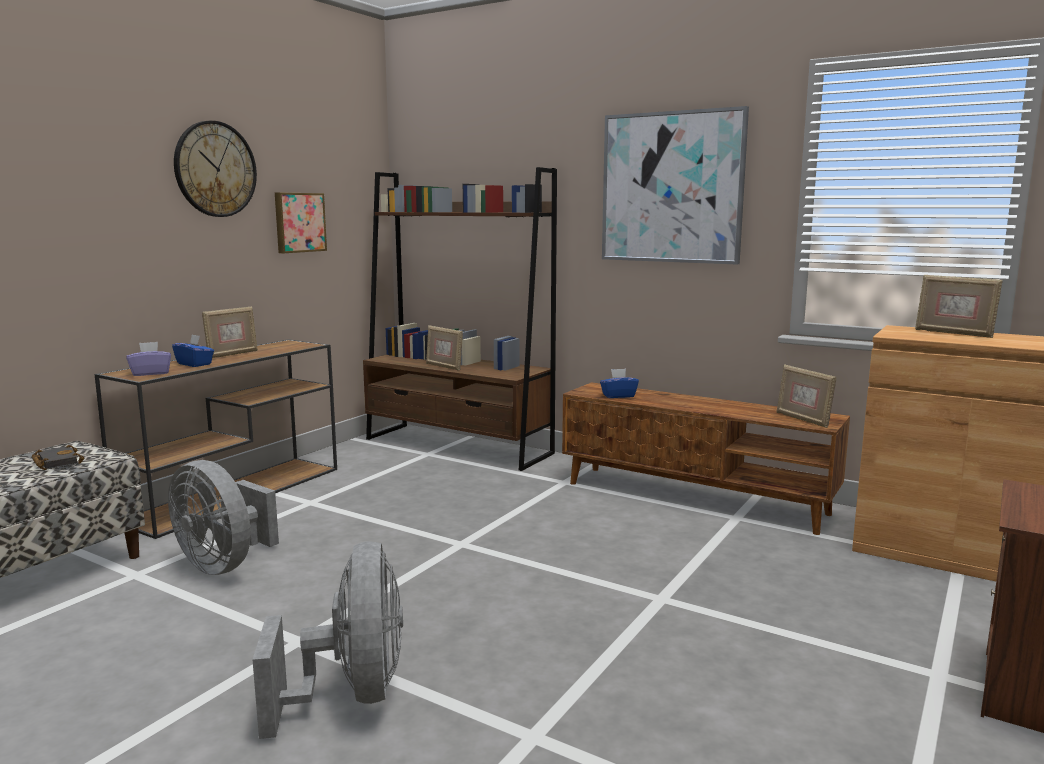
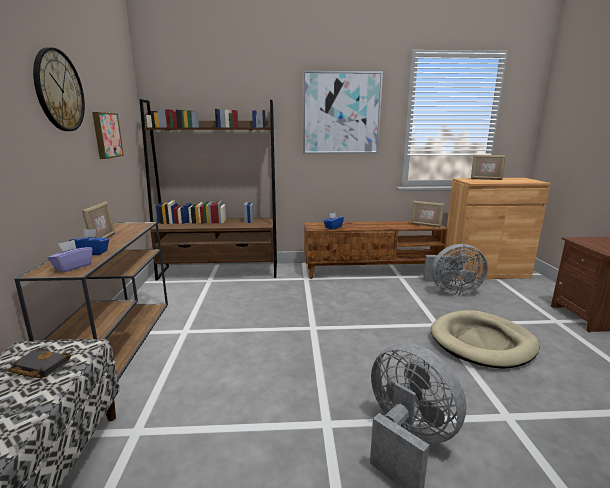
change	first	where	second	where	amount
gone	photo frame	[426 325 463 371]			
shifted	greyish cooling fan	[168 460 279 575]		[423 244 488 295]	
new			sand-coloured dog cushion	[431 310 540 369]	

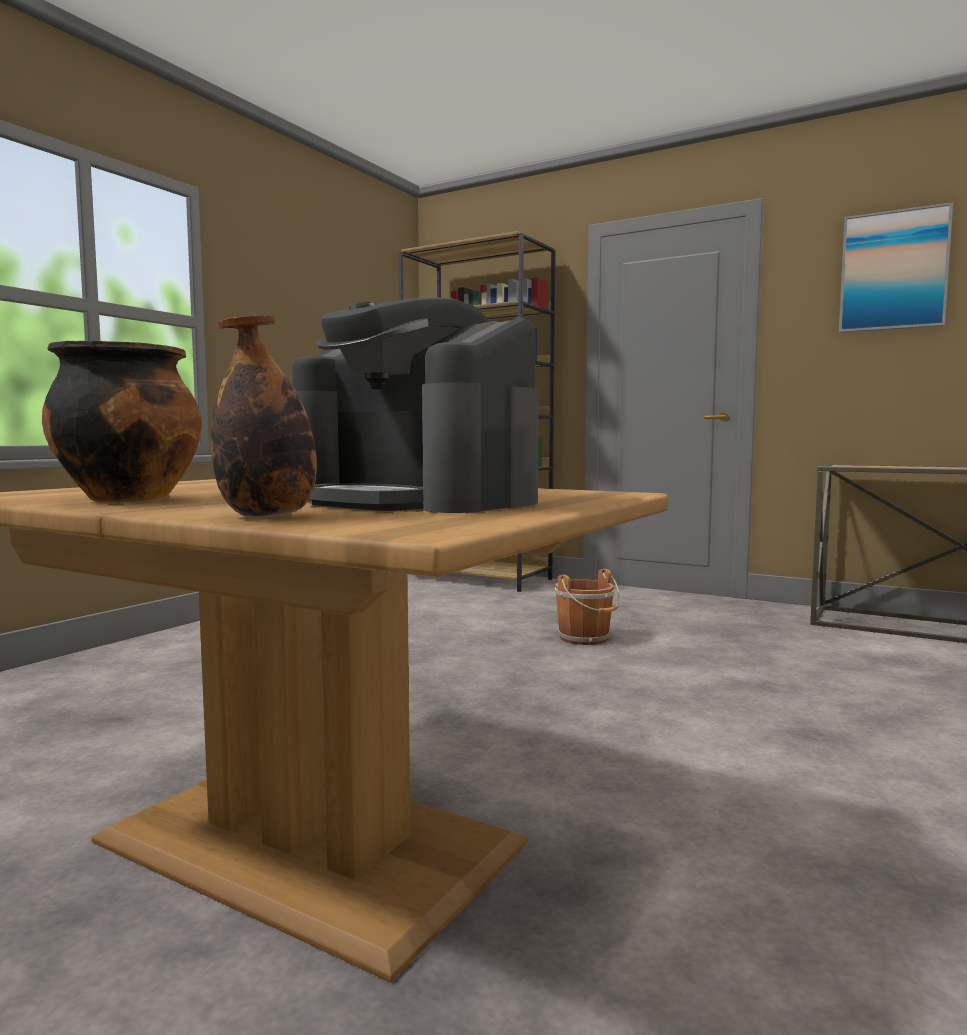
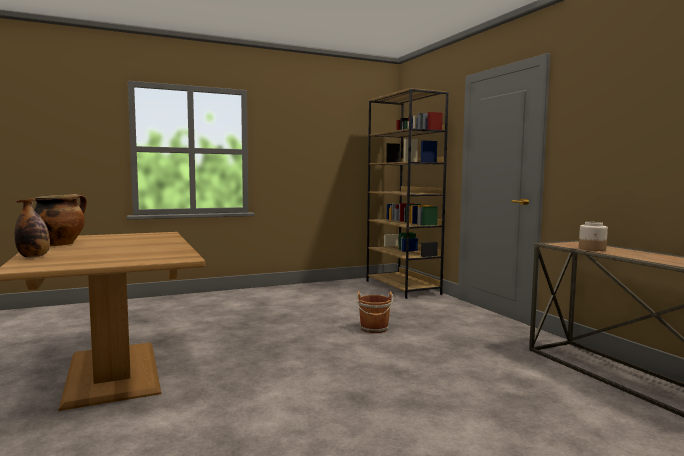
change	first	where	second	where	amount
gone	picture	[839 202 953 333]			
gone	coffee brewer	[292 297 539 513]			
new			preserve jar	[579 222 608 251]	

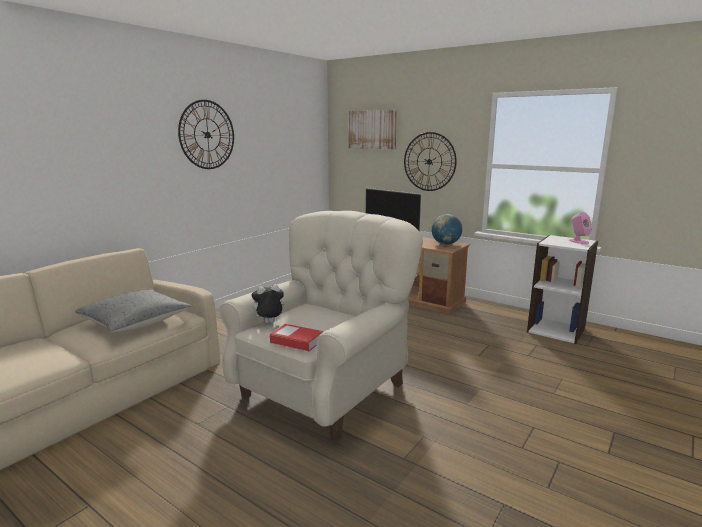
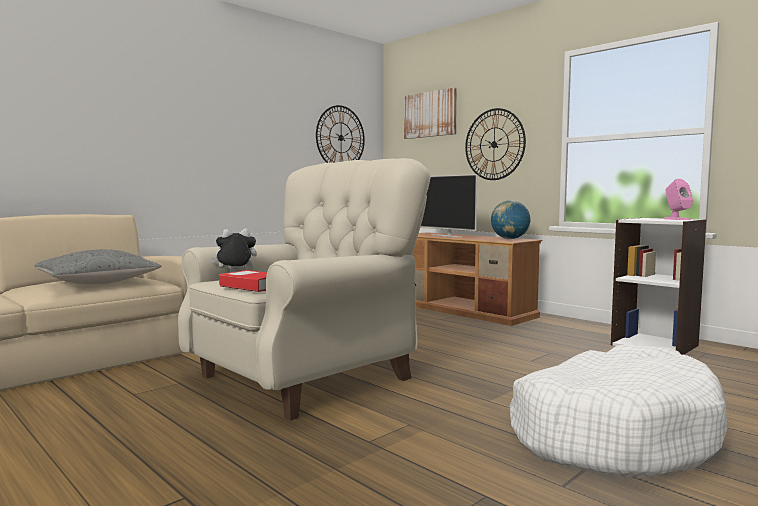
change	first	where	second	where	amount
shifted	hanging clock	[178 100 234 169]		[316 105 365 163]	
new			white-coloured dog cushion	[510 345 728 478]	

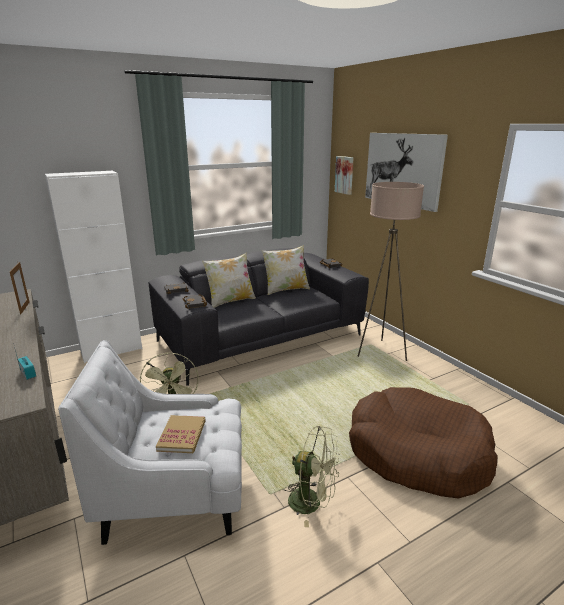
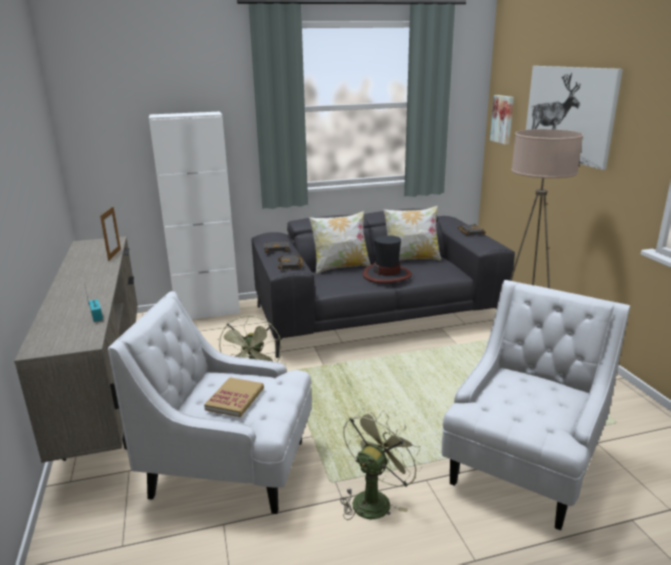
change	first	where	second	where	amount
swapped	brown dog cushion	[349 387 498 499]	white-coloured easy chair	[442 280 630 530]	
rotated	green cooling fan	[283 426 340 527]		[340 408 422 520]	90 degrees counterclockwise
new			clothing hat	[363 235 412 283]	

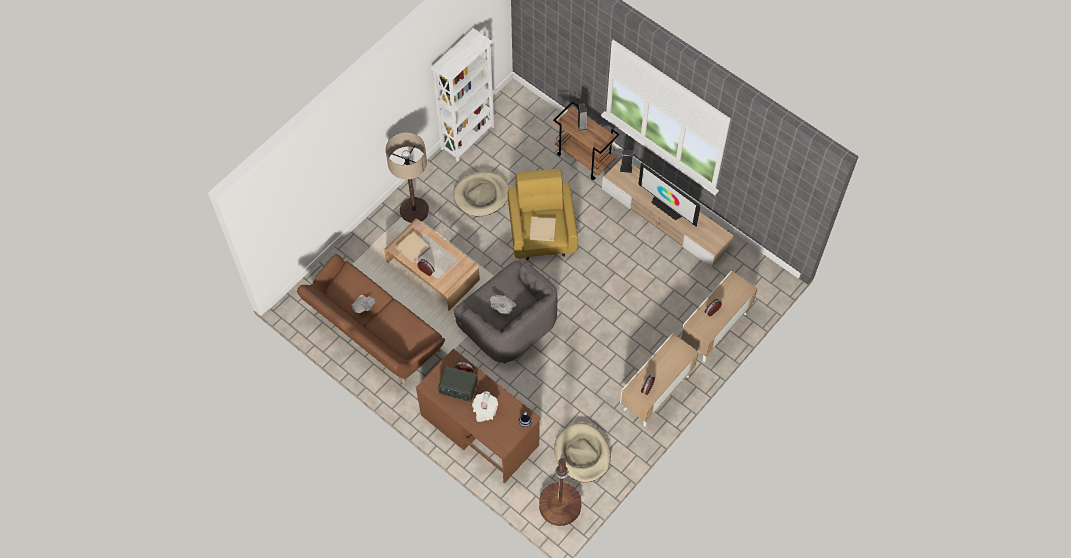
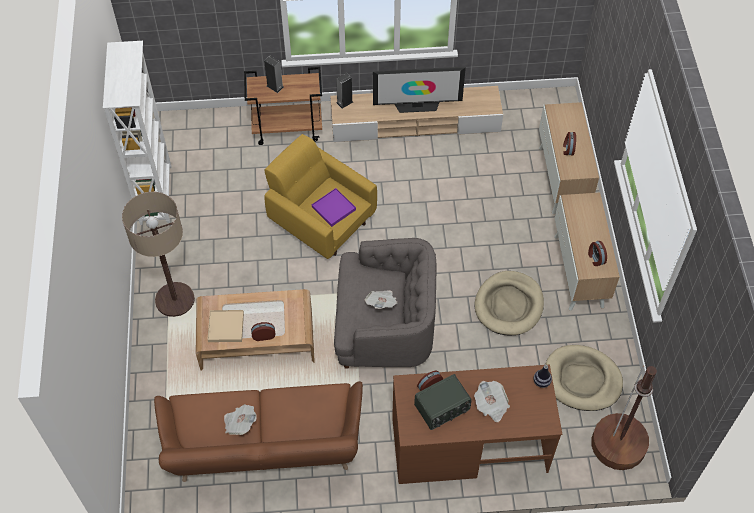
change	first	where	second	where	amount
shifted	sand-coloured dog cushion	[453 171 509 216]		[475 271 544 336]	
repainted	sand-coloured serving tray	[529 217 556 241]	purple-coloured serving tray	[312 188 356 227]	

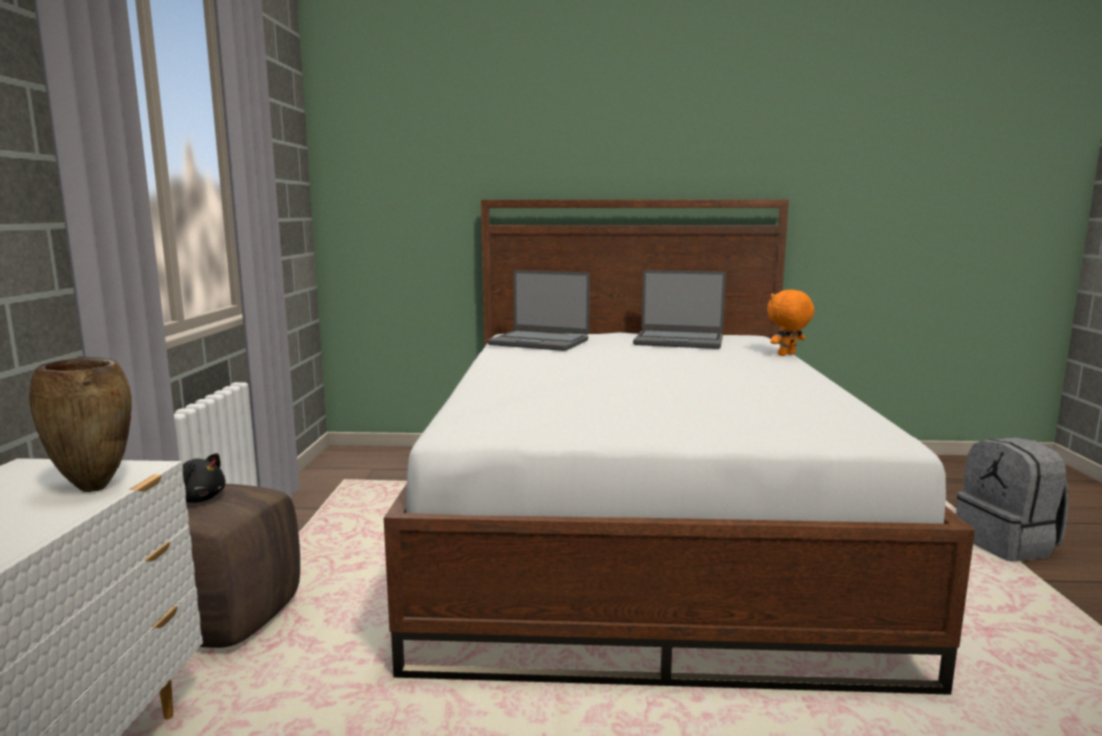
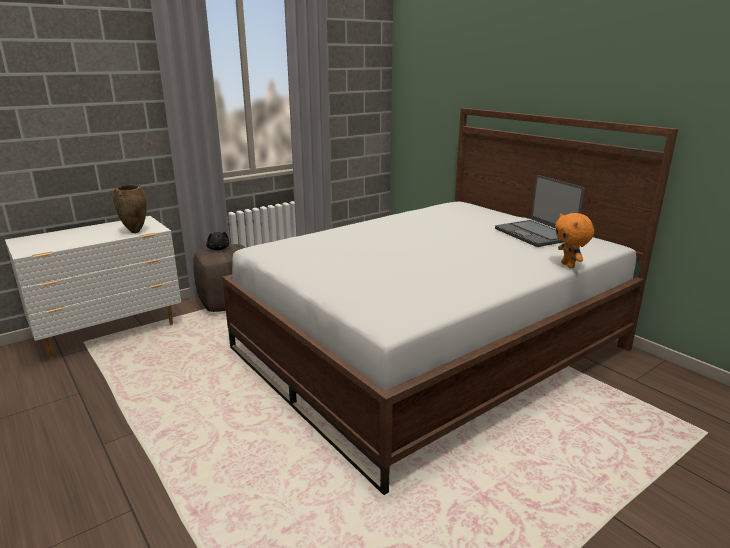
change	first	where	second	where	amount
gone	notebook computer	[487 270 590 351]			
rotated	orangey soft toy	[767 290 814 356]		[555 213 594 268]	120 degrees counterclockwise
gone	greyish rucksack	[956 437 1068 562]			

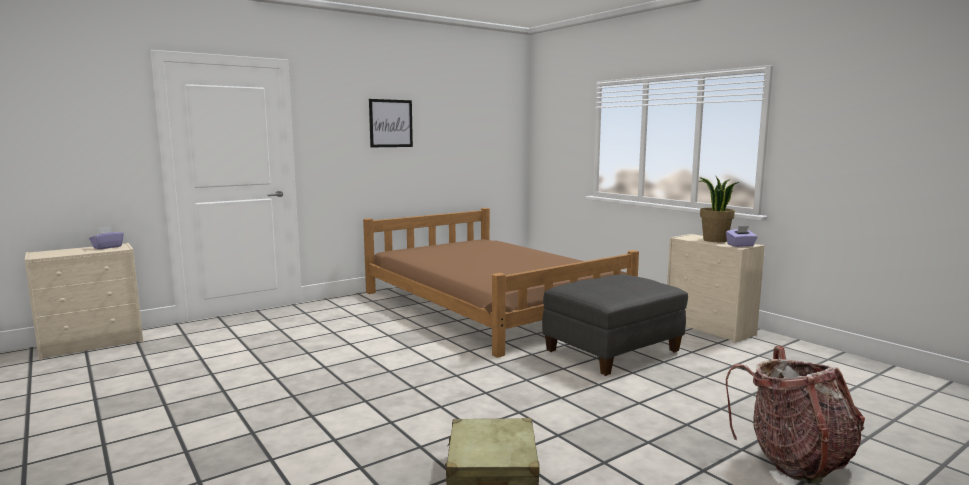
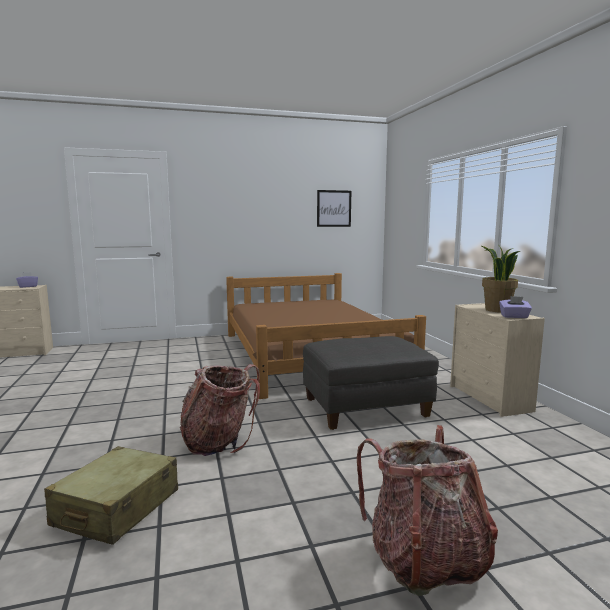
change	first	where	second	where	amount
shifted	picture	[369 99 413 147]		[317 190 351 227]	
new			rucksack	[180 364 260 456]	

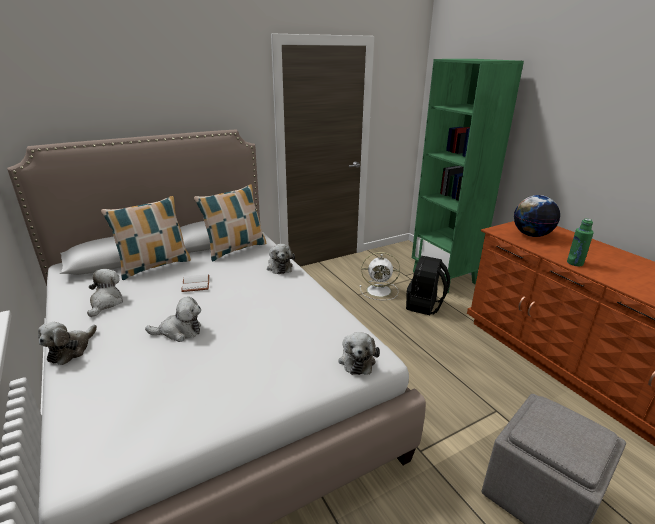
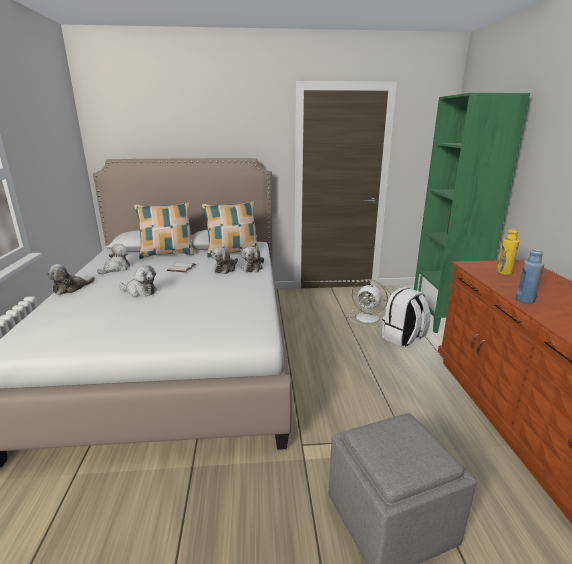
change	first	where	second	where	amount
swapped	globe	[514 195 560 237]	yellow beverage bottle	[497 229 520 275]	
repainted	green beverage bottle	[567 219 594 266]	bluish beverage bottle	[516 249 544 303]	
repainted	black rucksack	[406 256 450 315]	white-coloured rucksack	[382 287 430 347]	
shifted	soft toy	[338 332 380 375]		[212 247 238 274]	

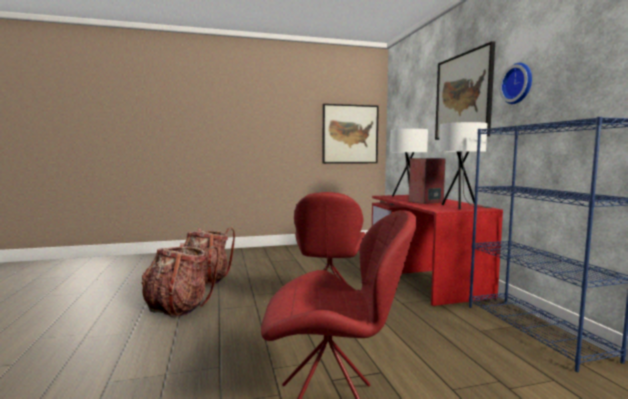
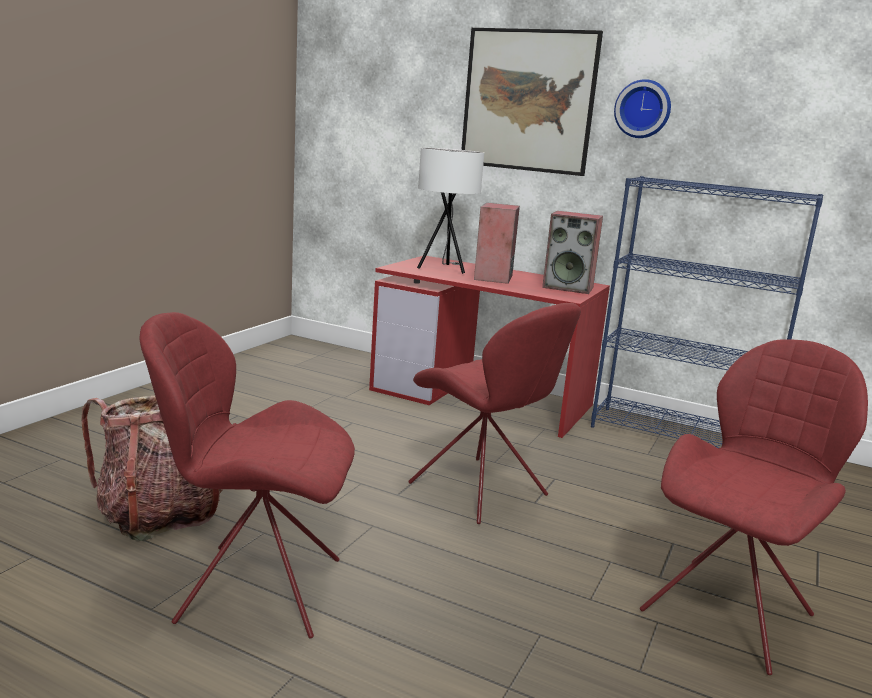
change	first	where	second	where	amount
gone	picture	[323 104 379 164]			
swapped	white-coloured tabletop lamp	[439 122 492 209]	loudspeaker	[542 211 603 294]	
swapped	rucksack	[141 243 219 318]	red-coloured upright chair	[140 312 355 638]	

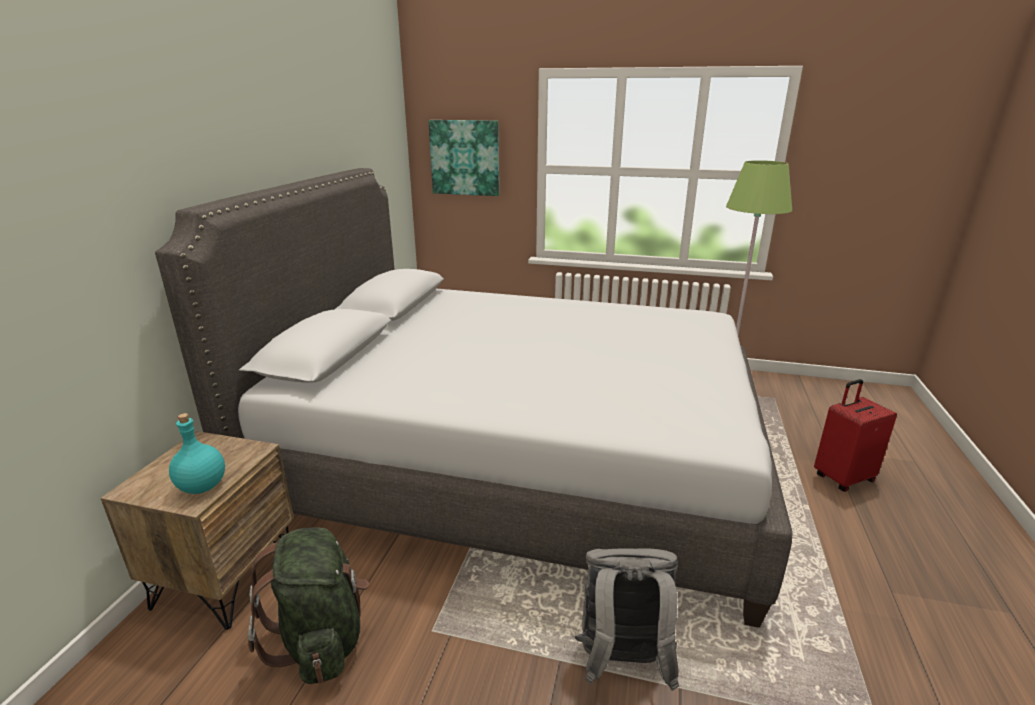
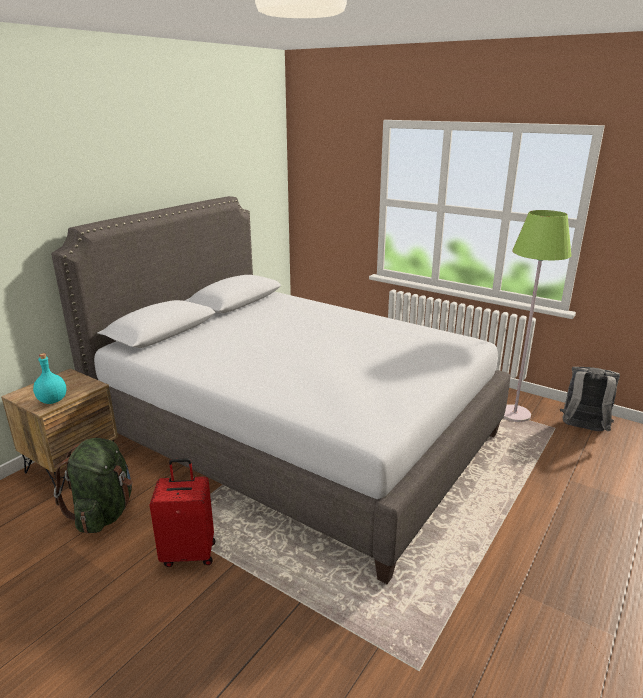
change	first	where	second	where	amount
gone	picture	[429 120 499 196]			
shifted	red-coloured travel case	[814 379 897 492]		[150 458 215 567]	
shifted	greyish rucksack	[575 548 679 691]		[560 367 620 431]	

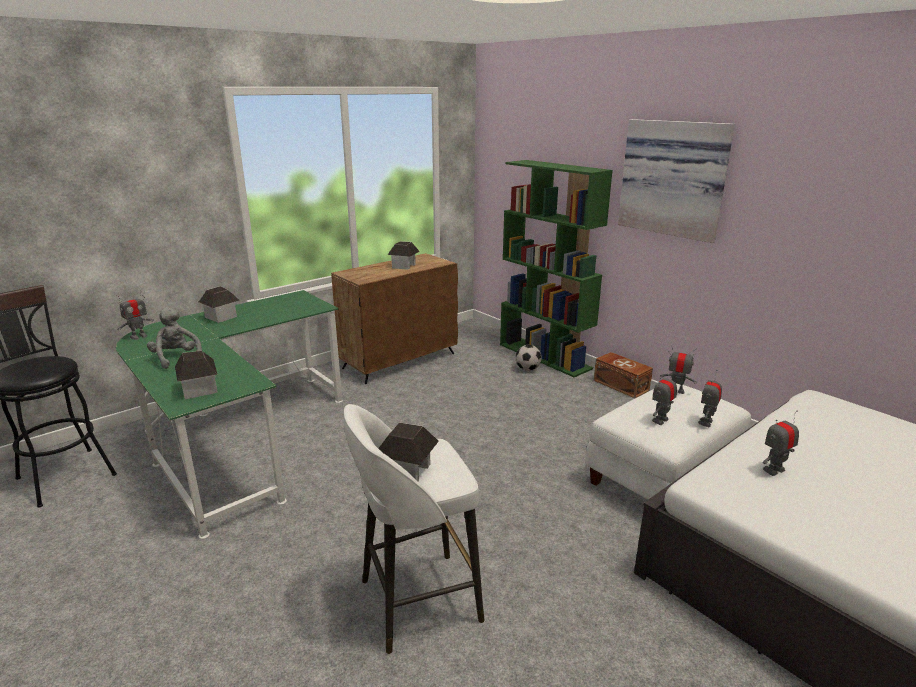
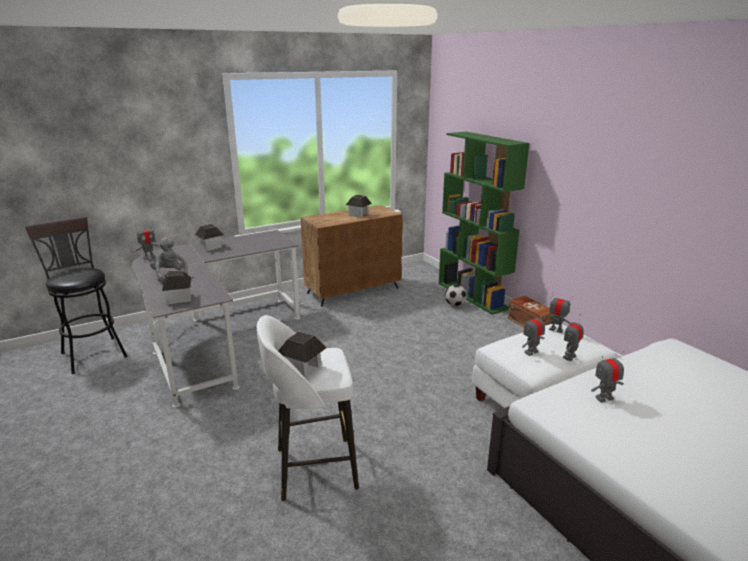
change	first	where	second	where	amount
gone	picture	[618 119 735 243]			
repainted	green desk	[116 290 343 539]	greyish desk	[132 230 300 408]	

